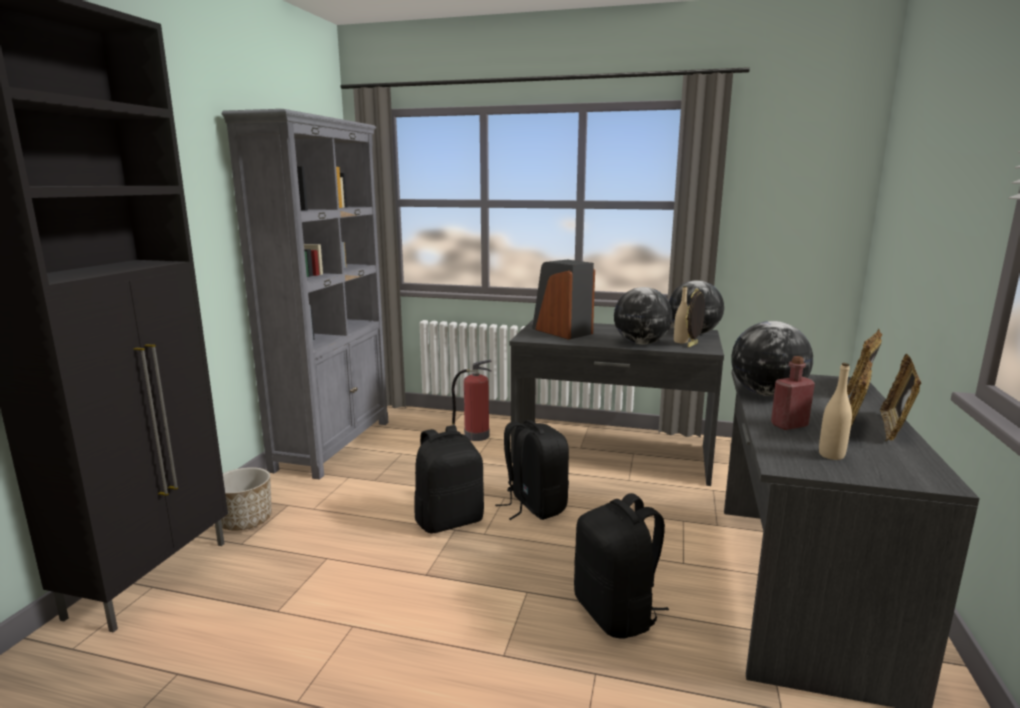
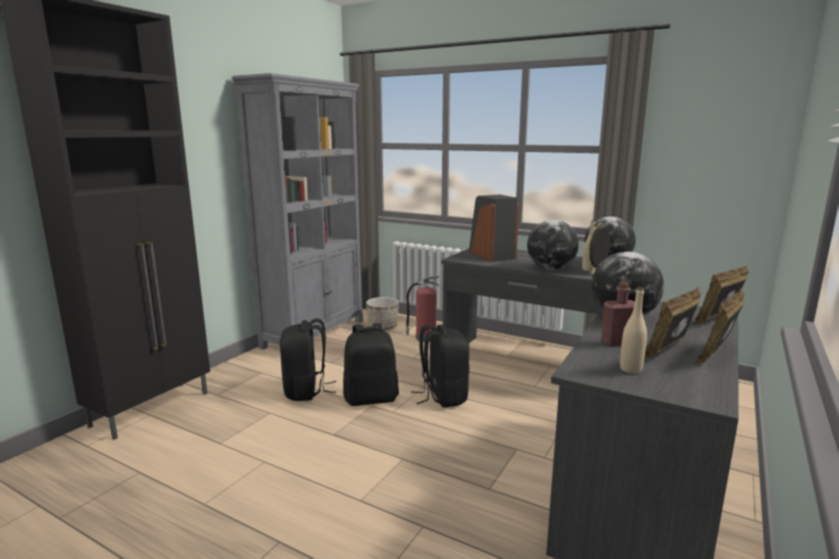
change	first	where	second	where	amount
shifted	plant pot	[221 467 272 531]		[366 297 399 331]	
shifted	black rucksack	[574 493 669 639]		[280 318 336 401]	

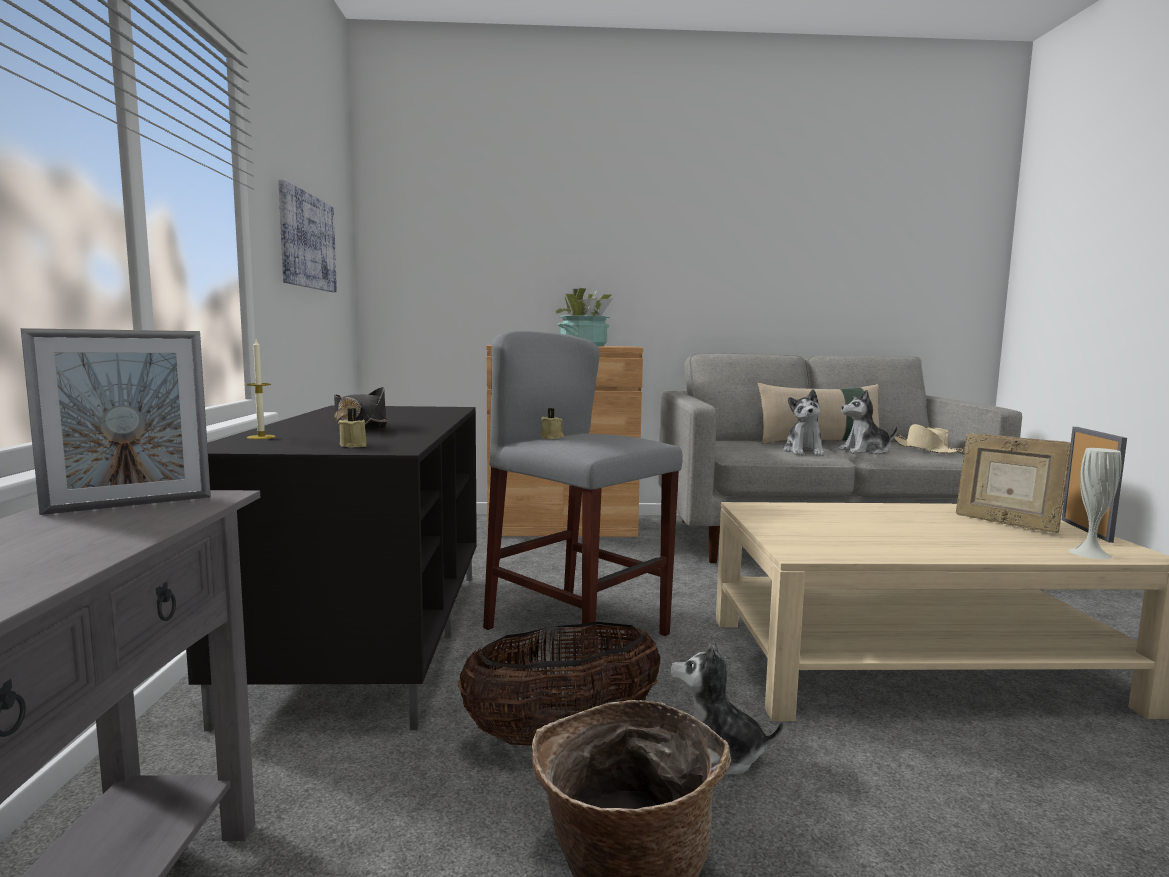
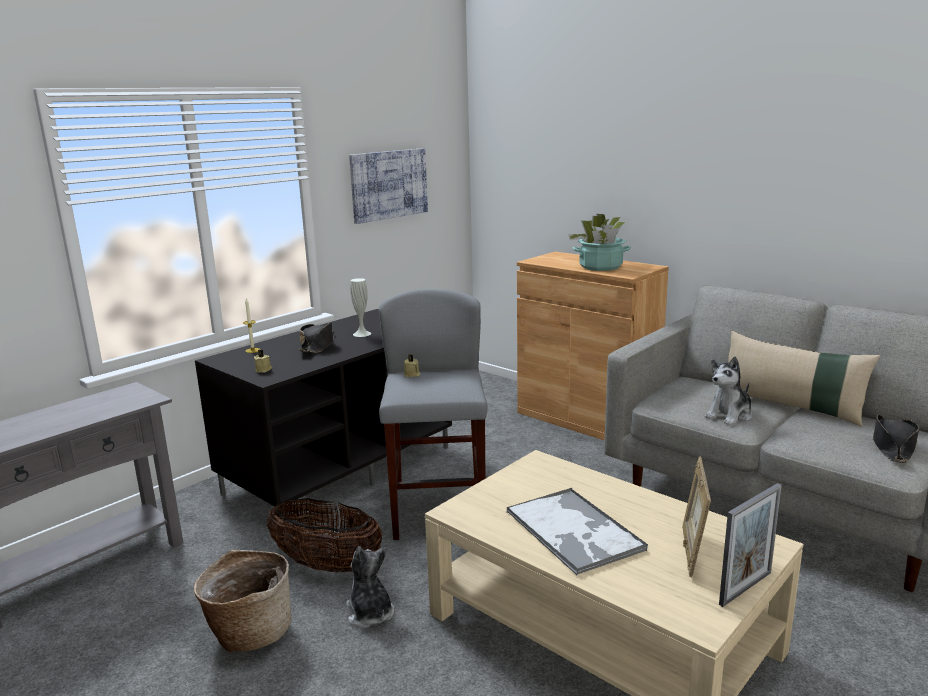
change	first	where	second	where	amount
gone	photo frame	[21 328 211 515]			
gone	soft toy	[839 390 897 455]			
repainted	sand-coloured clothing hat	[894 424 964 454]	black clothing hat	[873 415 919 463]	
shifted	white-coloured flower vase	[1069 448 1122 559]		[350 278 371 337]	
new			serving tray	[507 488 648 575]	

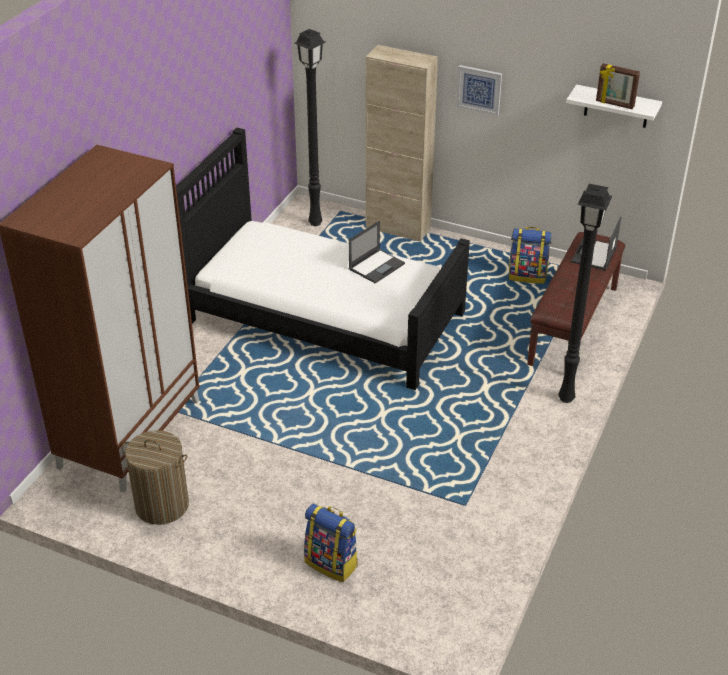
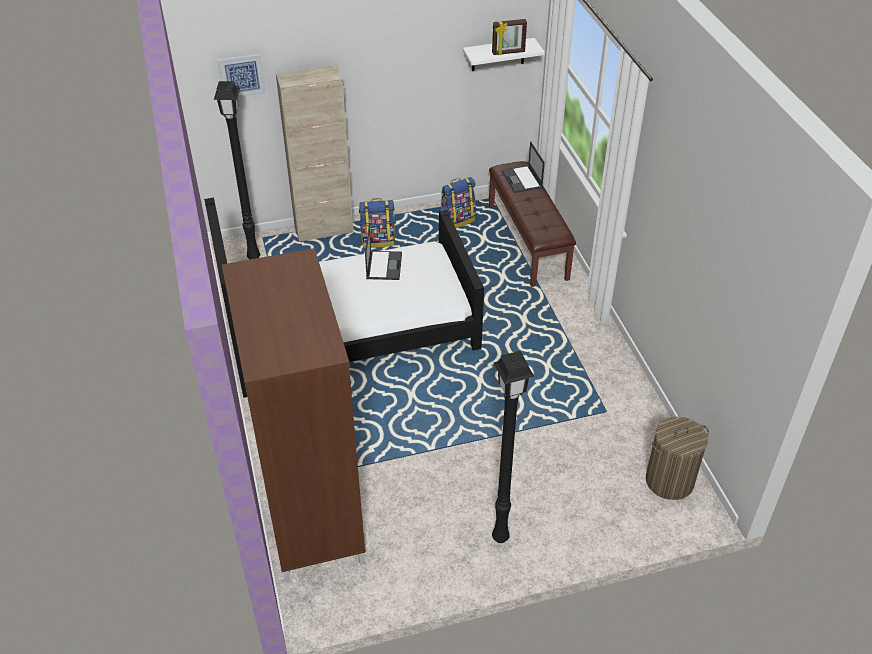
change	first	where	second	where	amount
shifted	picture	[456 65 502 116]		[217 54 266 97]	
shifted	black standard lamp	[558 184 612 403]		[492 351 534 543]	
shifted	laundry basket	[122 430 189 525]		[646 417 709 500]	
shifted	rucksack	[304 503 358 582]		[359 198 395 248]	

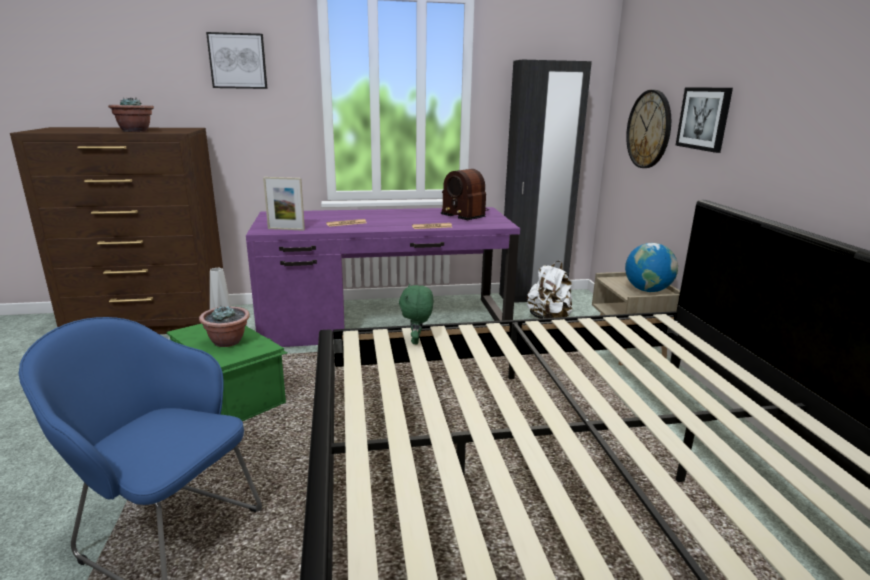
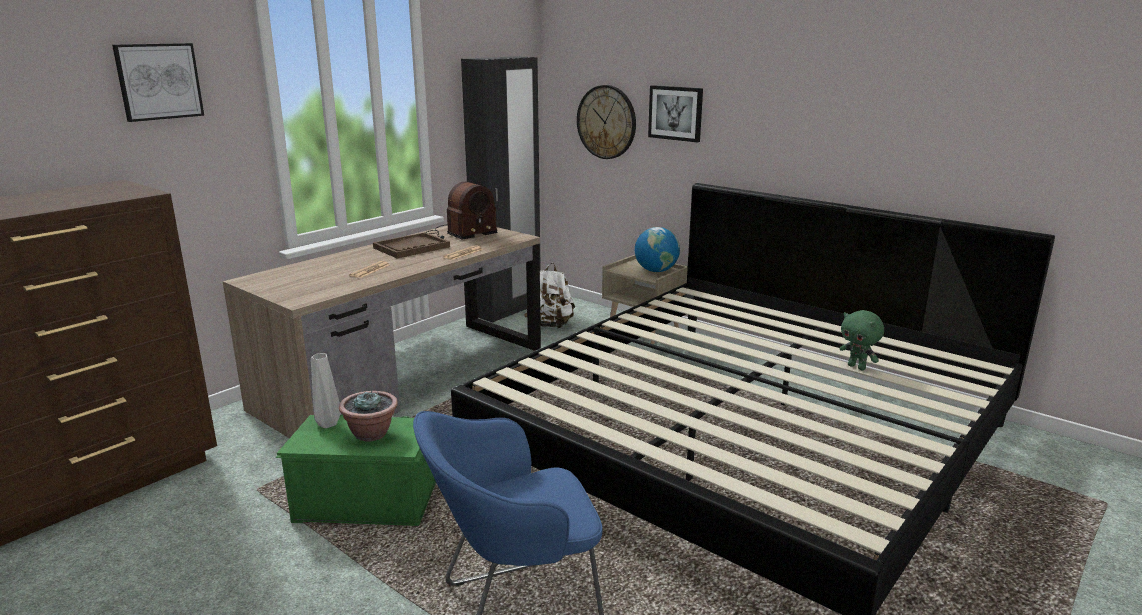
change	first	where	second	where	amount
gone	houseplant	[108 97 154 132]			
rotated	radio receiver	[441 169 489 221]		[427 182 498 240]	45 degrees counterclockwise
gone	photo frame	[263 177 305 231]			
repainted	purple-coloured desk	[246 207 520 347]	brown desk	[222 225 541 438]	
shifted	green soft toy	[399 284 434 344]		[839 310 884 371]	
new			brown serving tray	[373 232 450 258]	

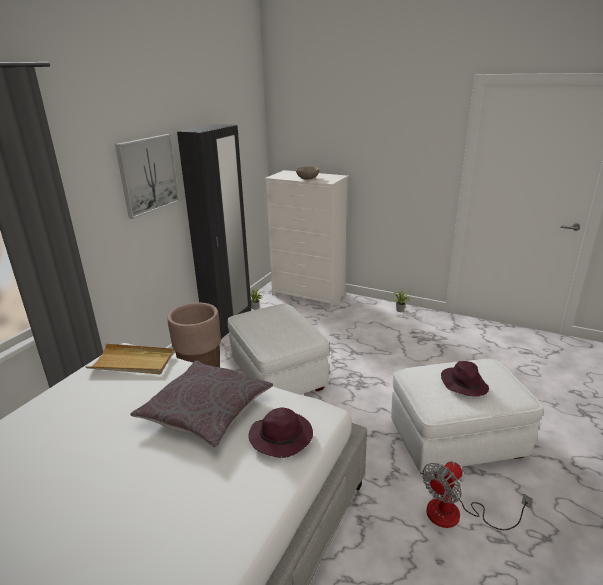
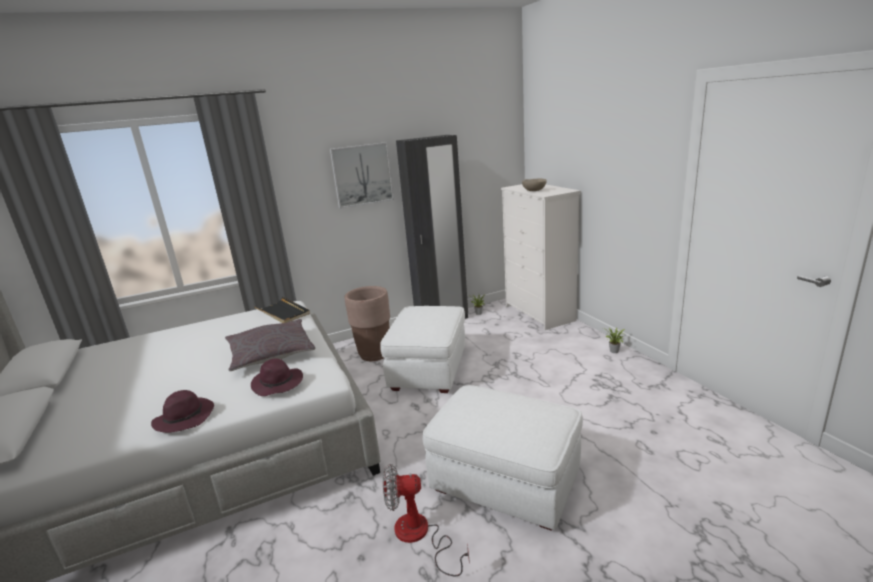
change	first	where	second	where	amount
repainted	sand-coloured serving tray	[85 343 175 374]	black serving tray	[254 296 310 323]	
shifted	purple-coloured clothing hat	[441 361 489 396]		[151 390 214 433]	

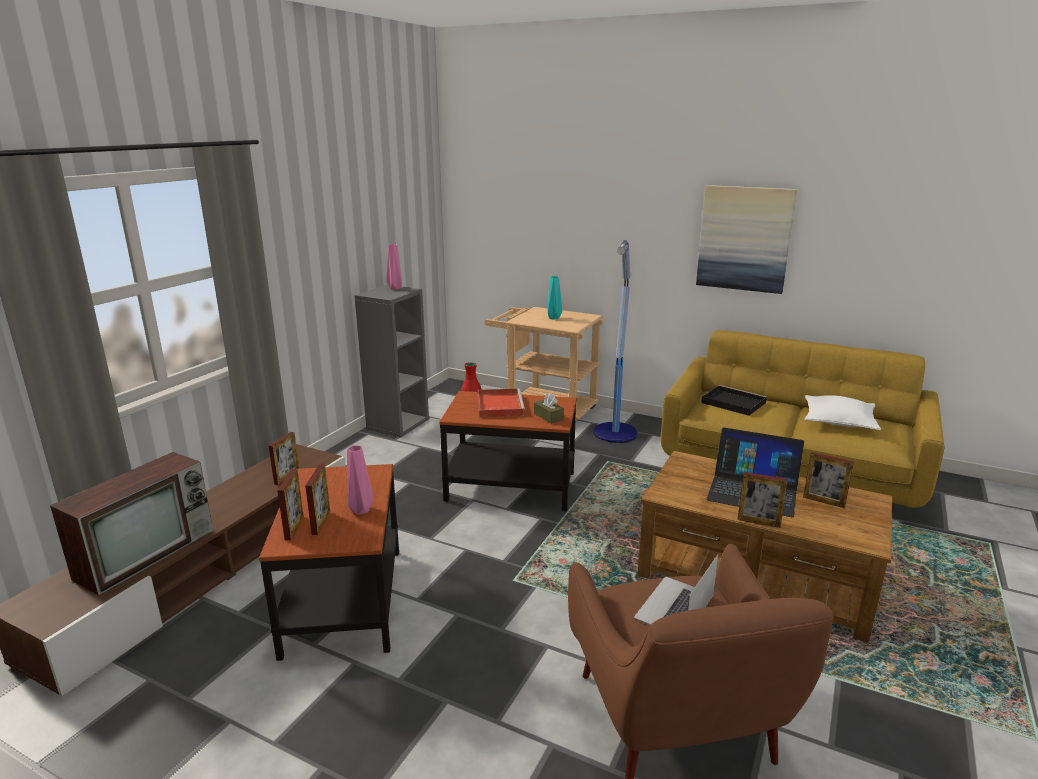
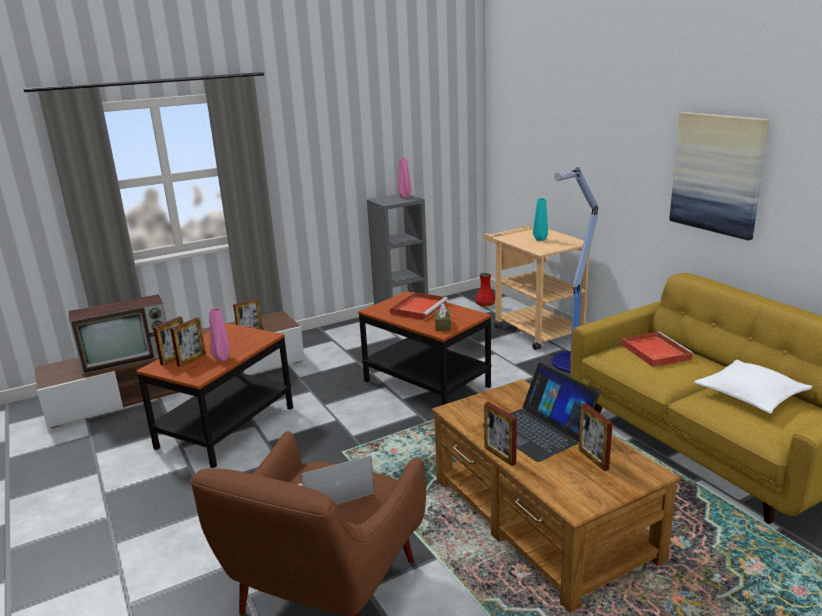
change	first	where	second	where	amount
repainted	black serving tray	[701 385 767 416]	red-coloured serving tray	[621 332 694 367]	

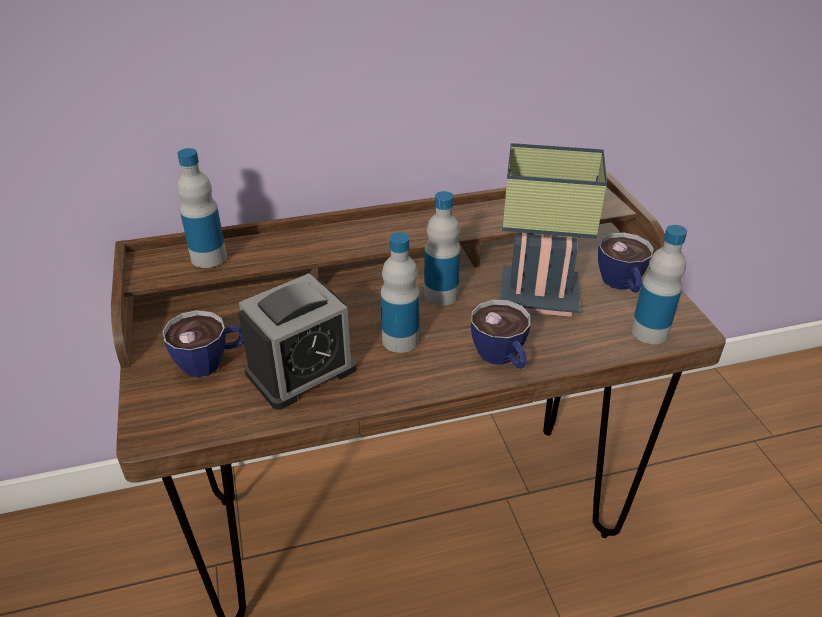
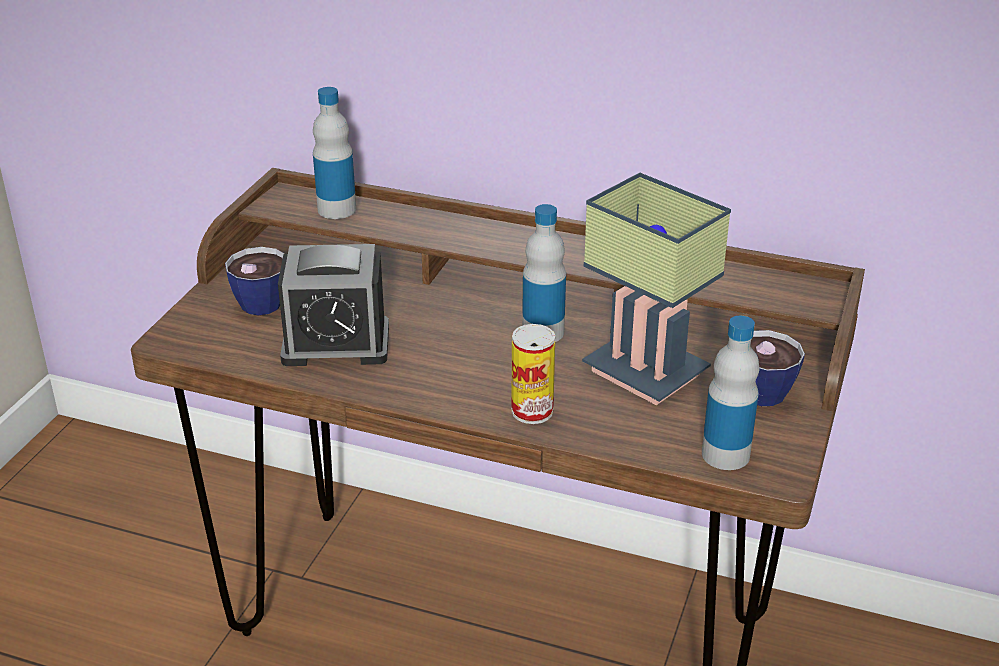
change	first	where	second	where	amount
gone	beverage bottle	[381 232 419 353]			
swapped	drinking cup	[471 300 531 369]	can	[511 324 555 424]	

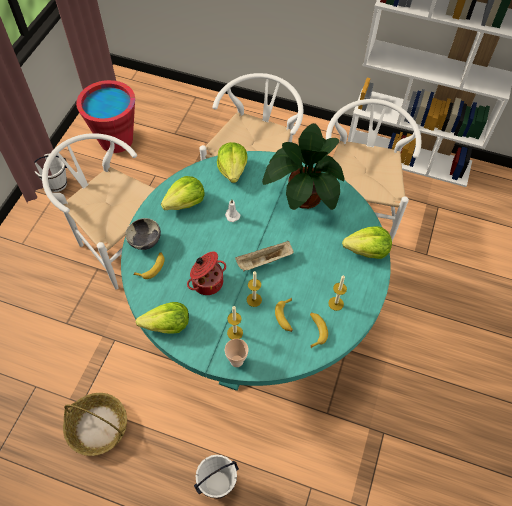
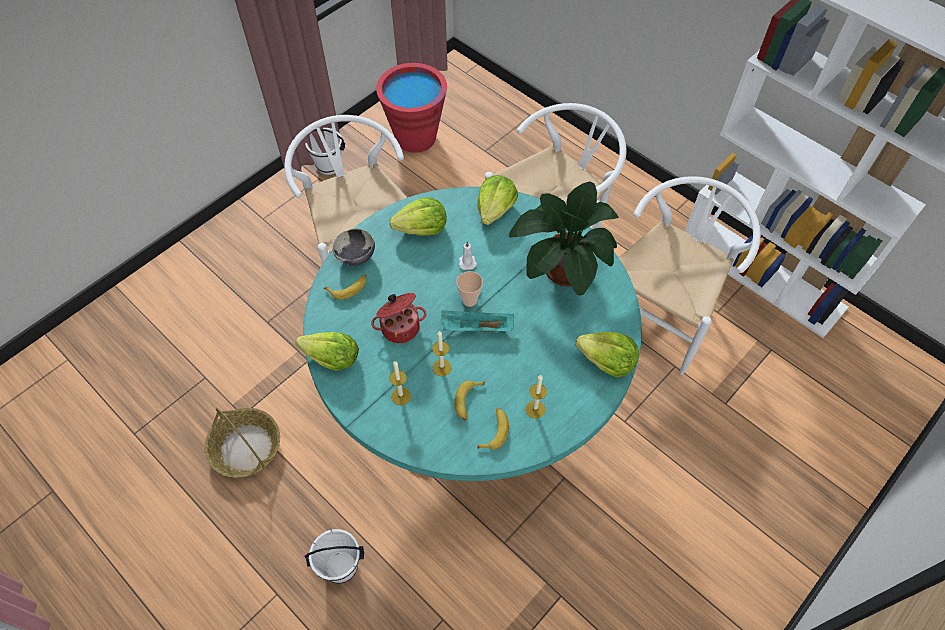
change	first	where	second	where	amount
repainted	sand-coloured serving tray	[235 241 294 272]	turquoise serving tray	[441 310 514 332]	
shifted	drinking cup	[225 339 248 367]		[456 271 483 307]	

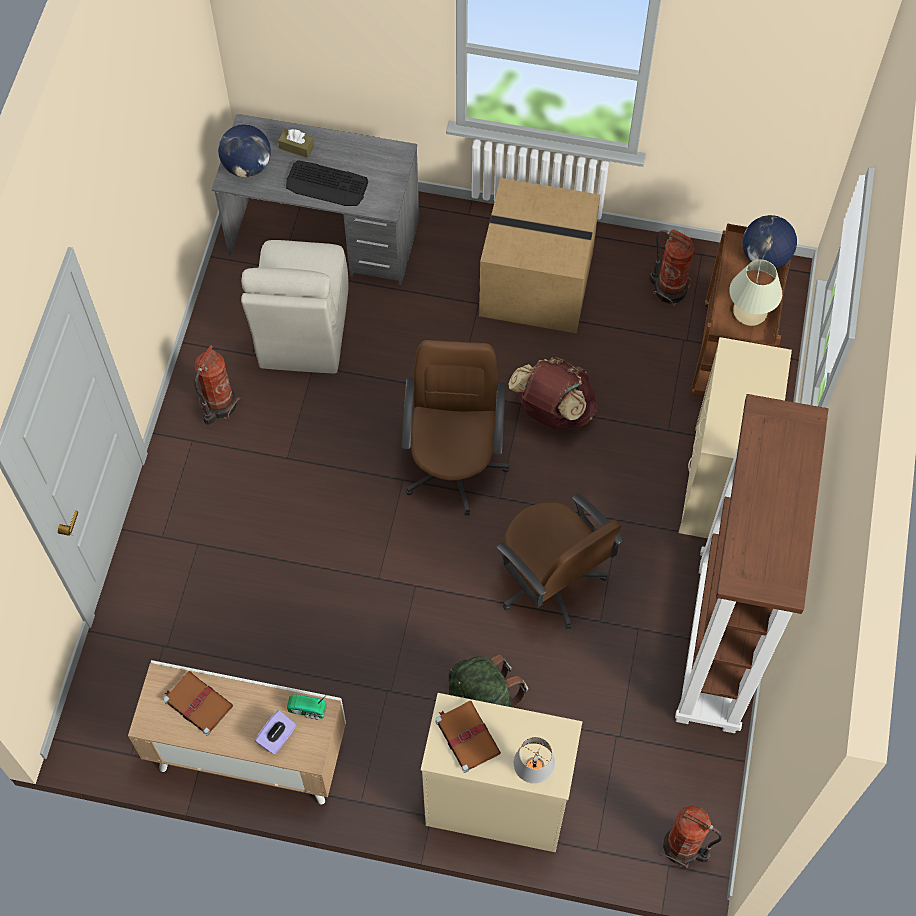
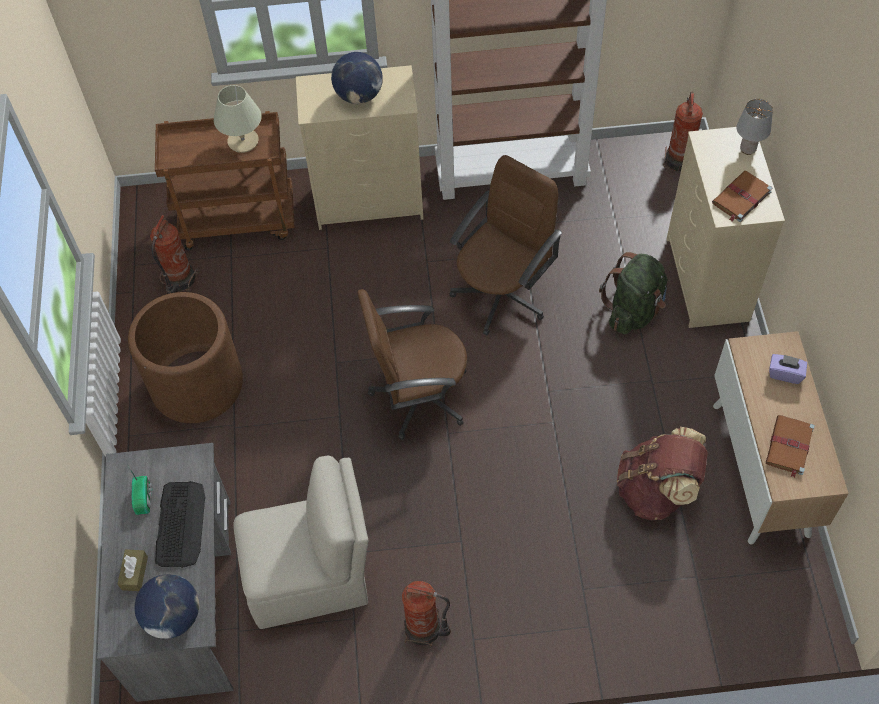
change	first	where	second	where	amount
swapped	packing box	[479 178 600 333]	brown plant pot	[128 292 243 423]	
shifted	globe	[742 215 797 268]		[331 52 383 104]	
shifted	brown rucksack	[509 357 598 429]		[617 427 708 520]	
shifted	radio receiver	[287 694 327 720]		[128 466 152 515]	

